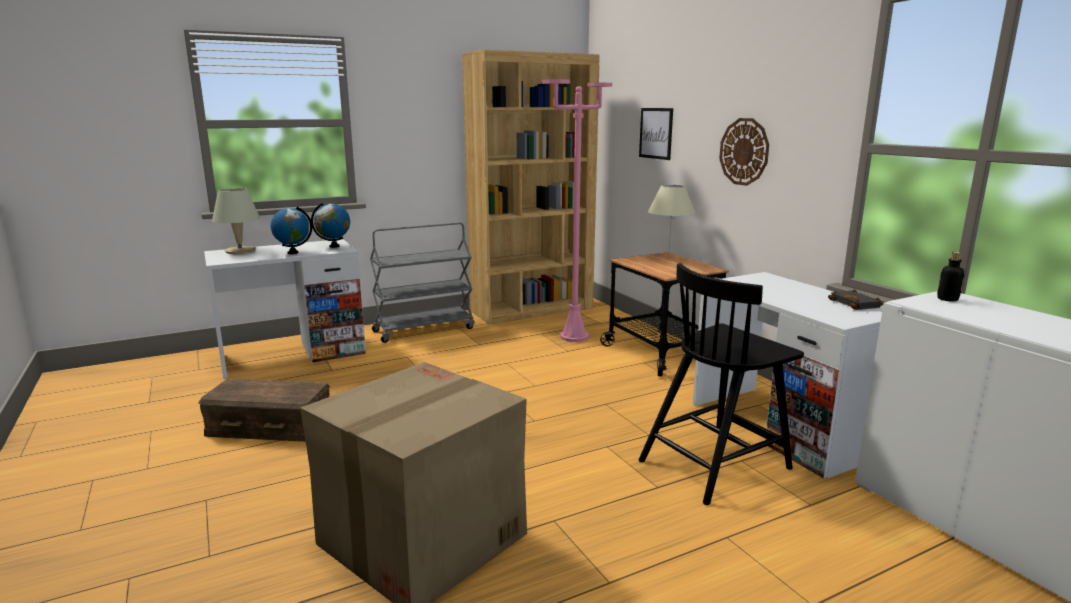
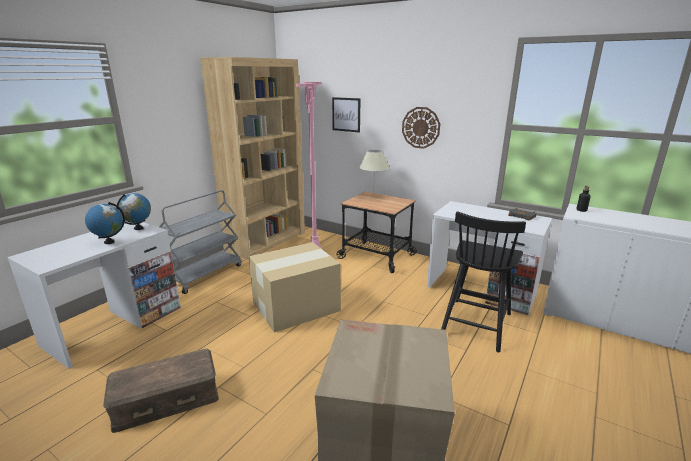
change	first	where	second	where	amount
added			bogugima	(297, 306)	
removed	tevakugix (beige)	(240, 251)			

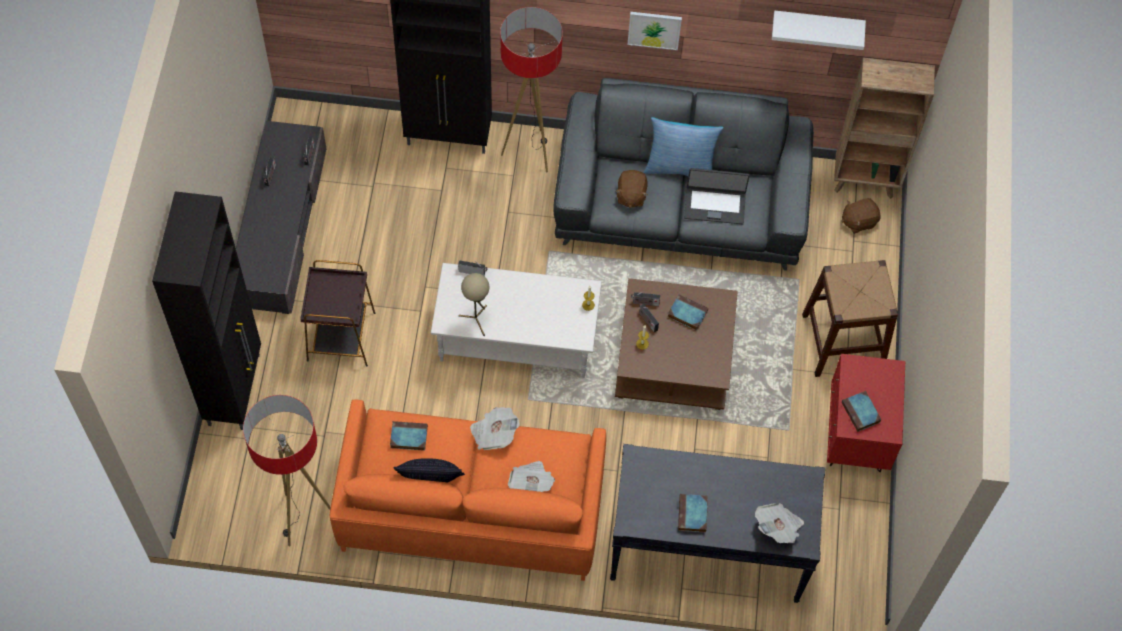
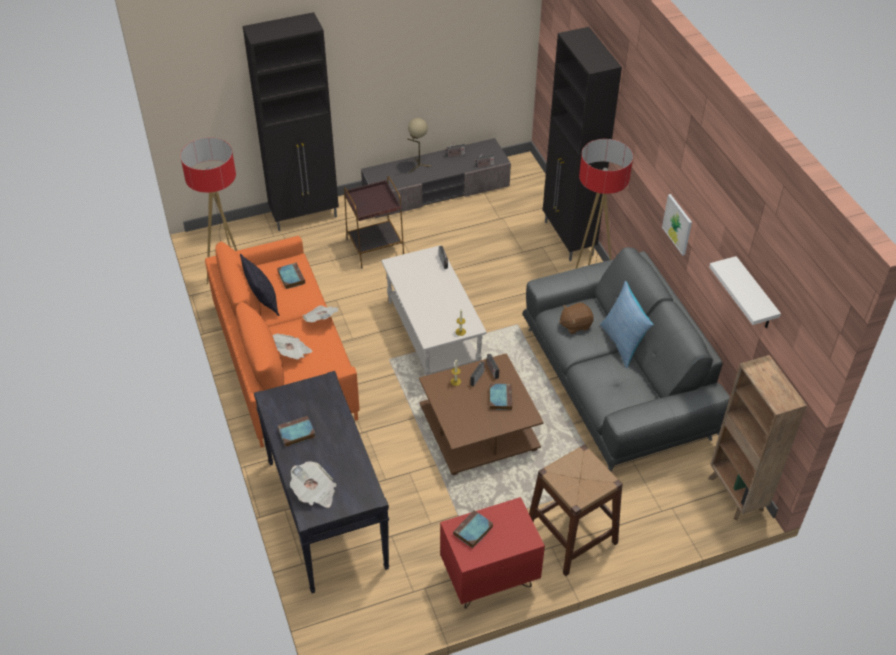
change	first	where	second	where	amount
moved	tevakugix (beige)	(477, 320)		(418, 166)	
removed	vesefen	(715, 205)			
removed	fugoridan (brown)	(858, 221)			

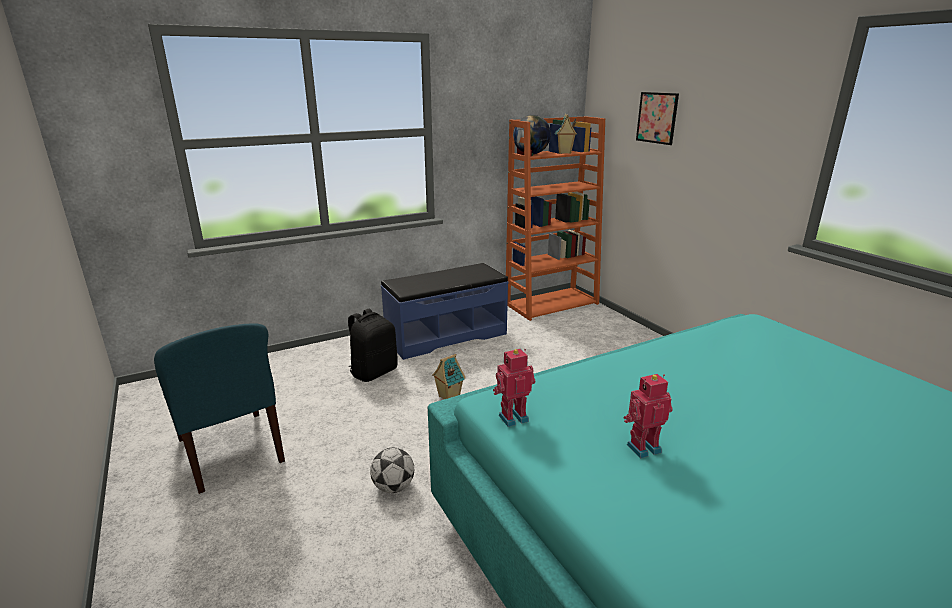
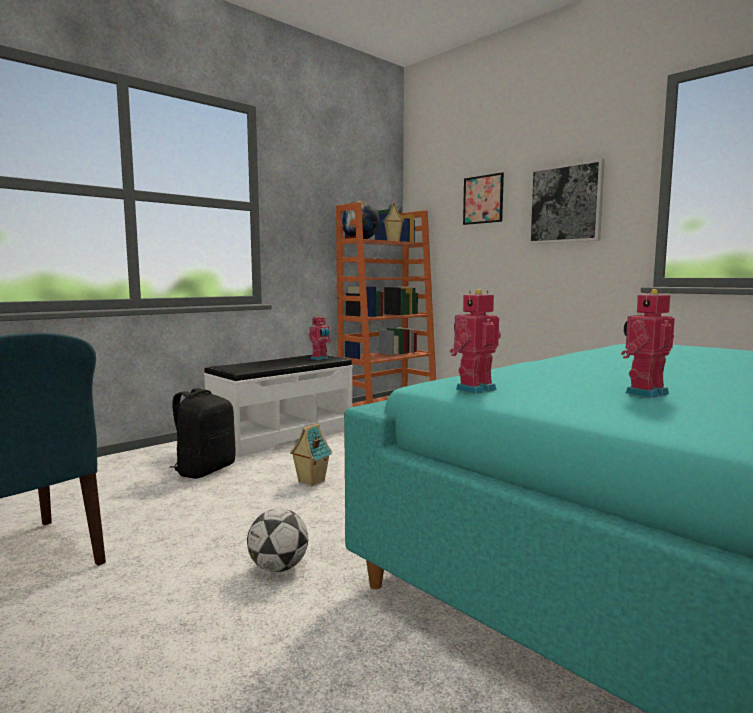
change	first	where	second	where	amount
recoloured	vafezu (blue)	(445, 336)	vafezu (white)	(282, 435)	
added			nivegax	(320, 359)	
added			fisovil	(565, 204)	

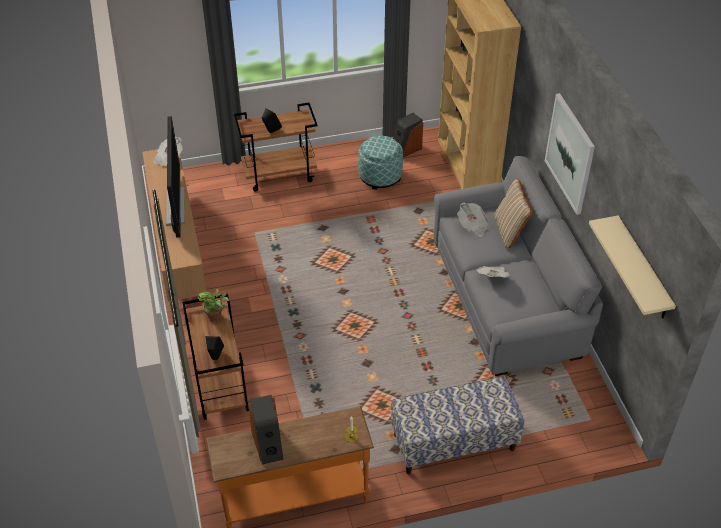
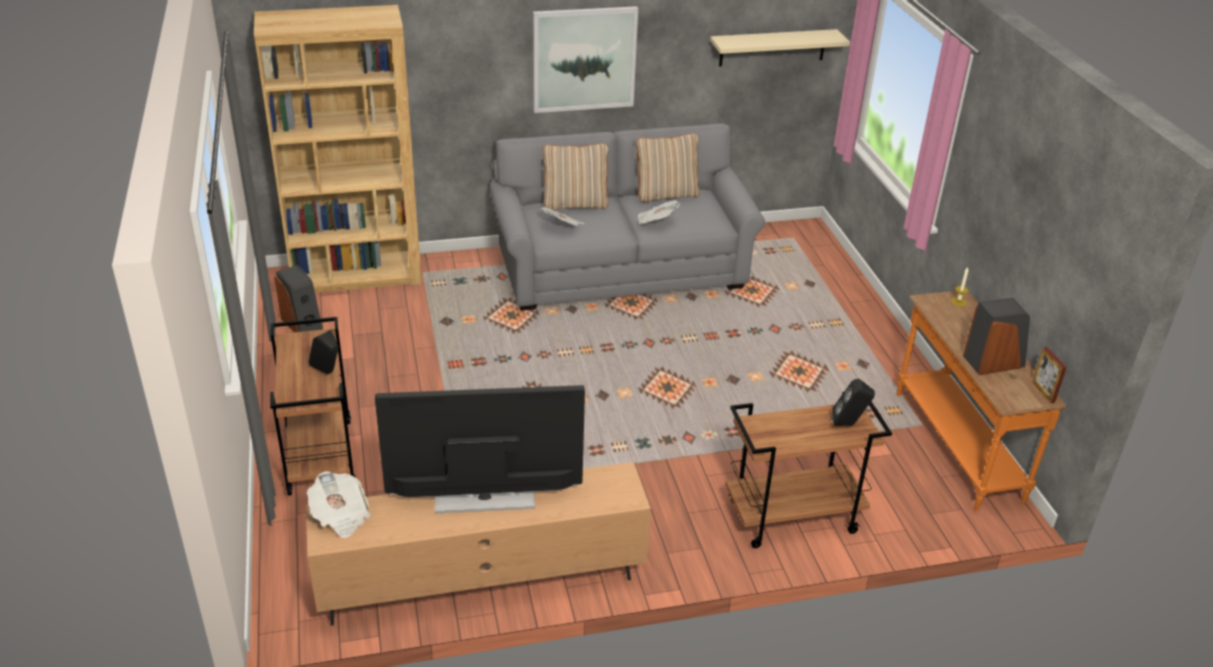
change	first	where	second	where	amount
added			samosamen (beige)	(666, 194)	
added			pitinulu	(1043, 392)	
removed	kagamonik	(216, 315)			
removed	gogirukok	(380, 176)			
removed	vafezu	(453, 442)			

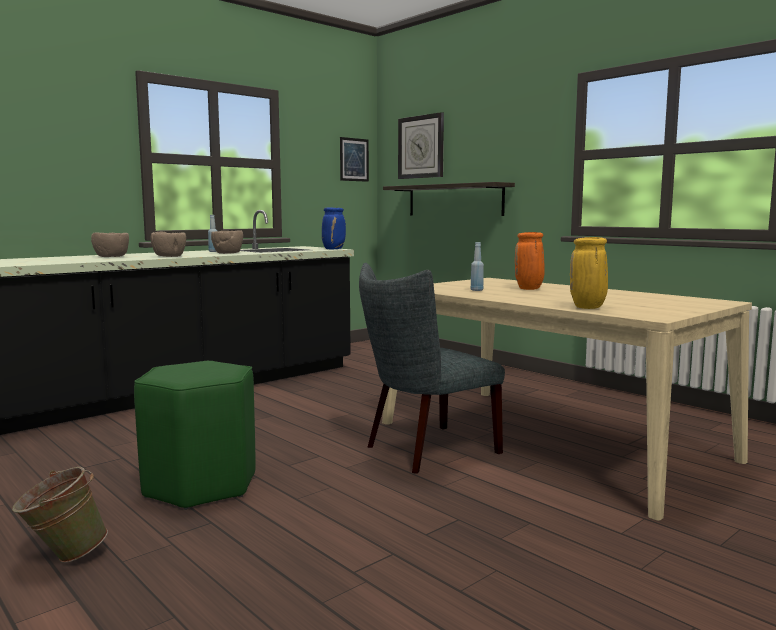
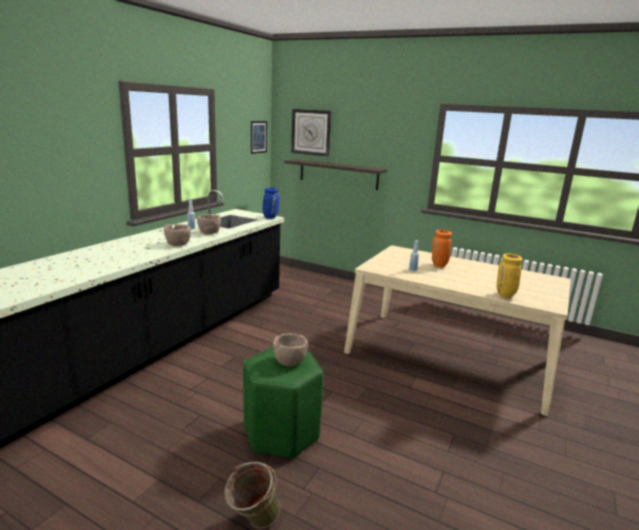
change	first	where	second	where	amount
moved	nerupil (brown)	(112, 257)		(290, 361)	
removed	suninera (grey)	(425, 450)			

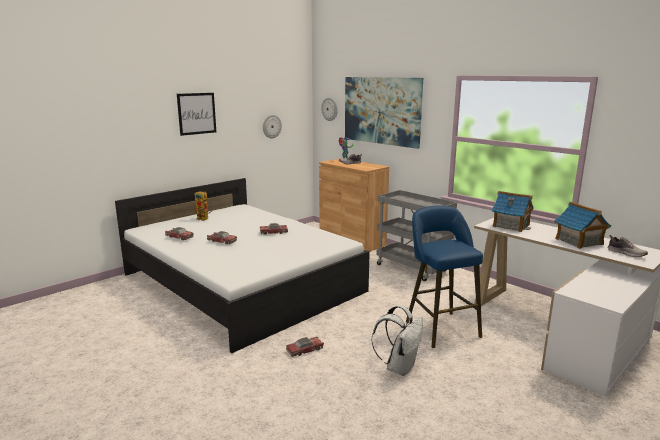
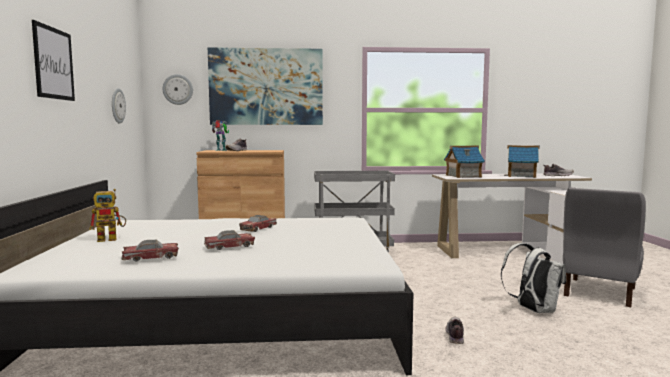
change	first	where	second	where	amount
replaced	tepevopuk	(305, 350)	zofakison	(454, 335)	
added			suninera (grey)	(599, 292)	
removed	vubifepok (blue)	(440, 327)			

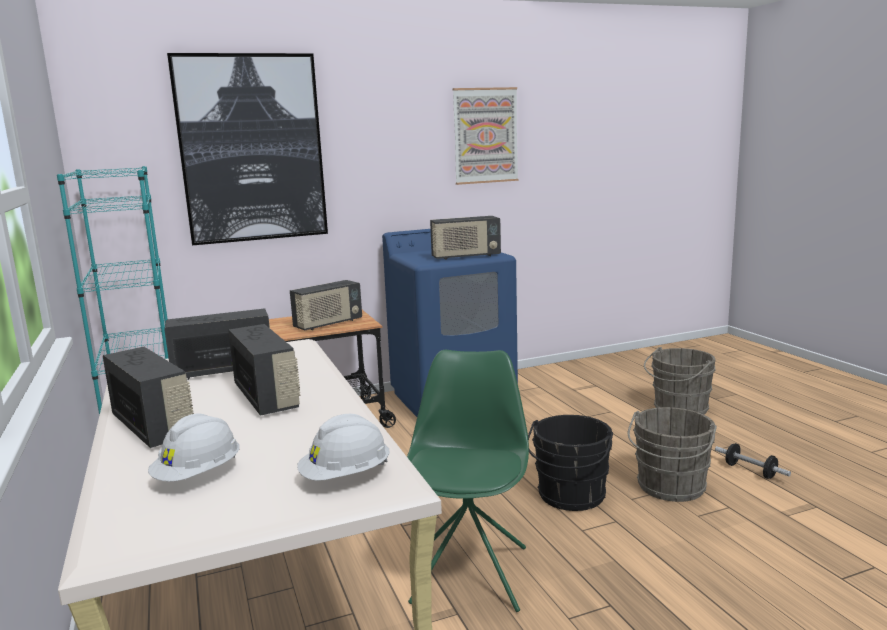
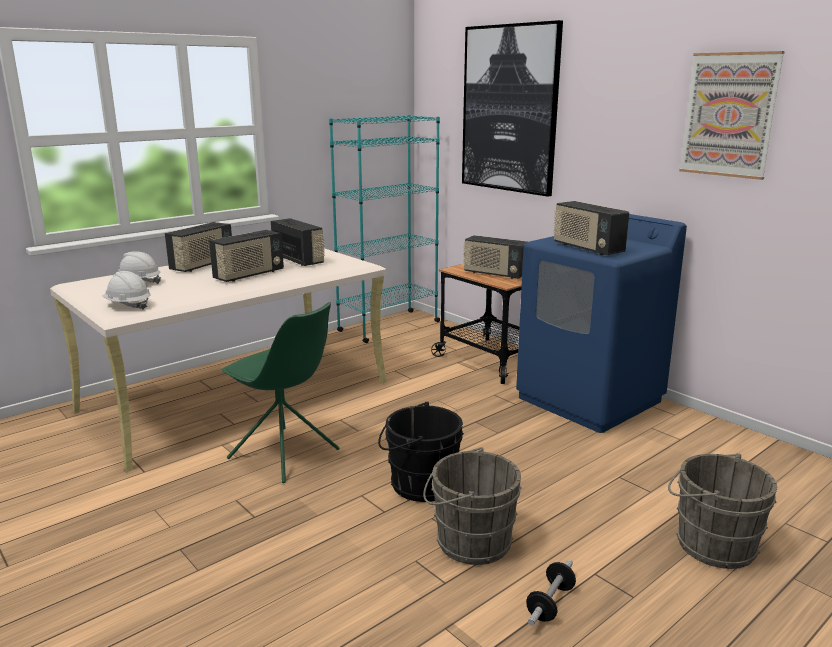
change	first	where	second	where	amount
turned	suninera (green)	(471, 573)		(285, 455)	45 degrees clockwise

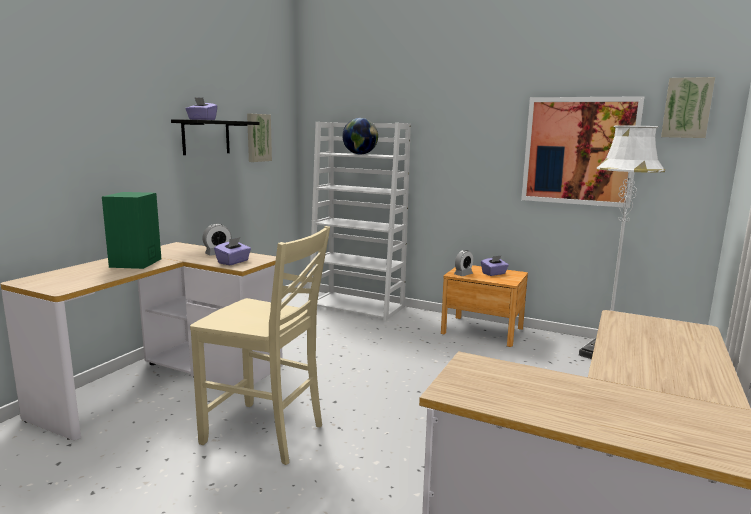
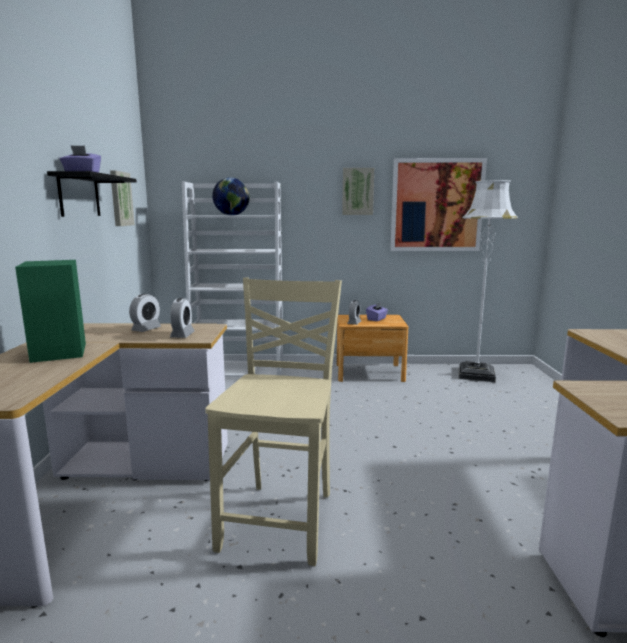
change	first	where	second	where	amount
replaced	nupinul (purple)	(233, 262)	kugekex	(182, 335)	
turned	suninera (beige)	(265, 434)		(281, 519)	75 degrees counterclockwise
moved	fisovil	(687, 108)		(357, 191)	

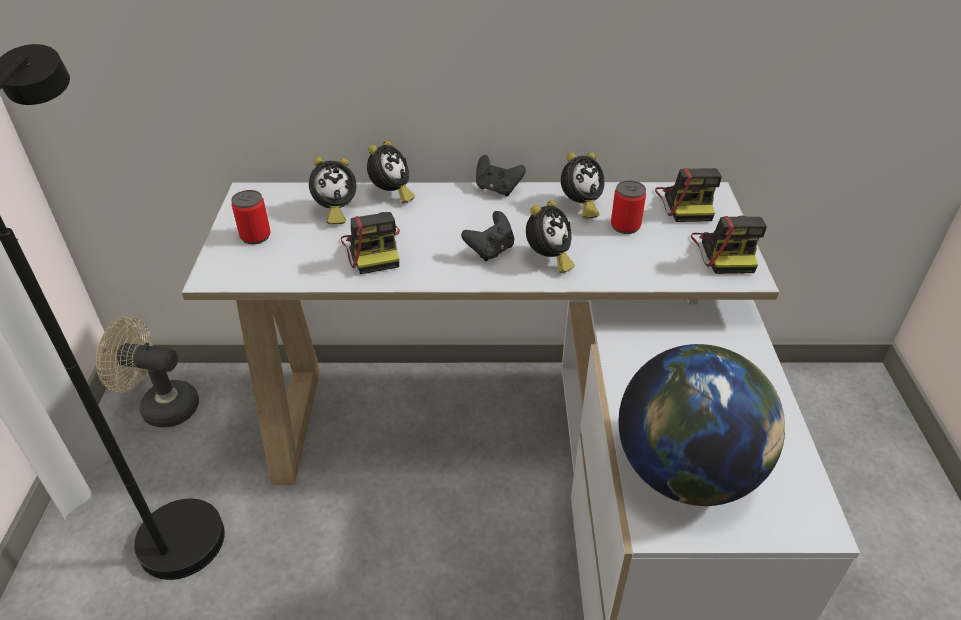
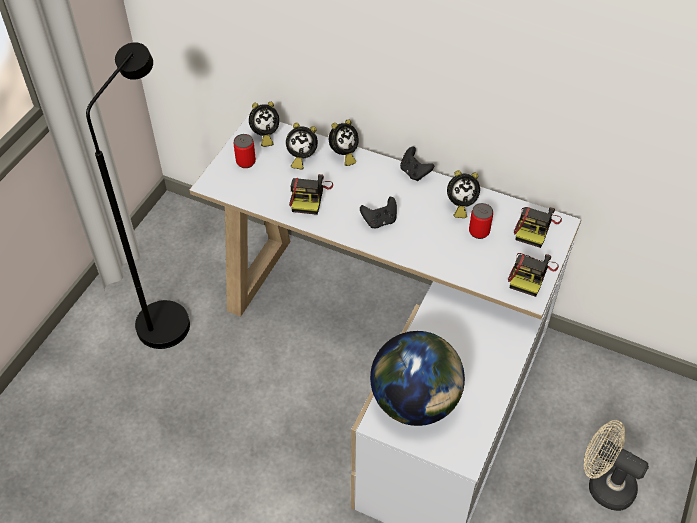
change	first	where	second	where	amount
moved	kugekex	(548, 259)		(264, 136)	
moved	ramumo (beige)	(161, 407)		(603, 484)	

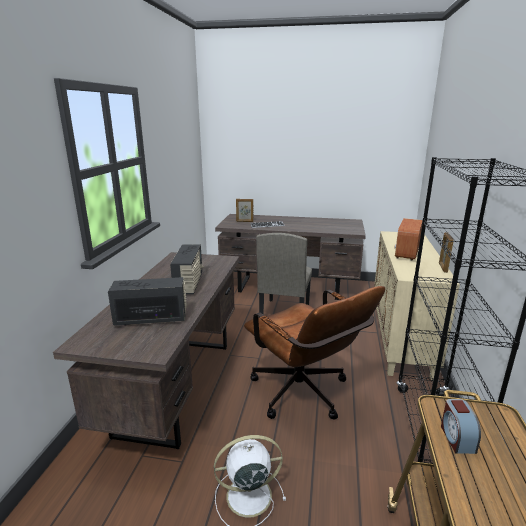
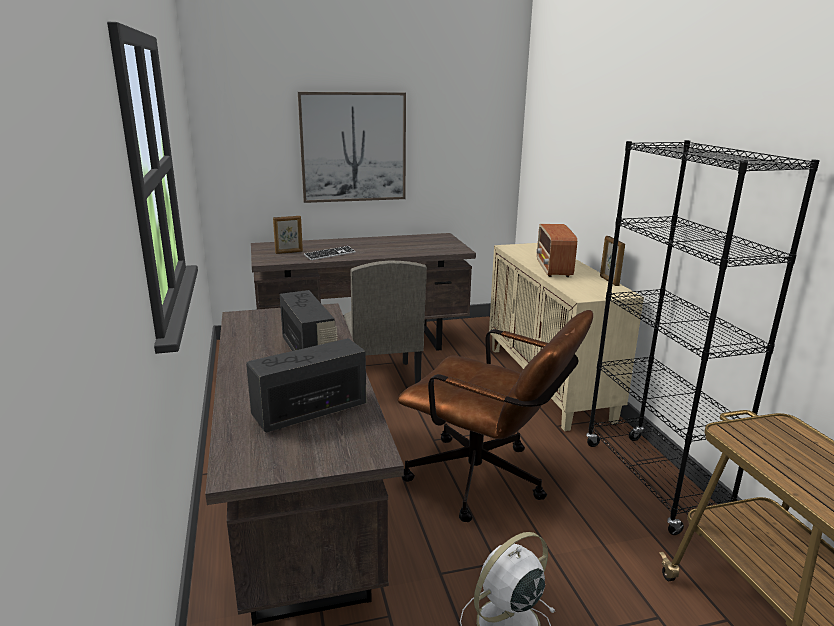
change	first	where	second	where	amount
added			fisovil	(353, 147)	
removed	kugekex	(457, 438)			

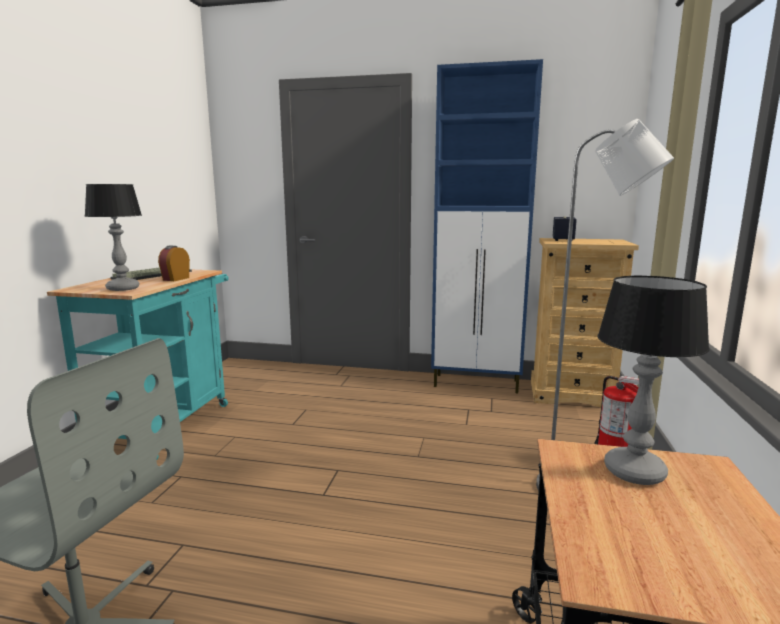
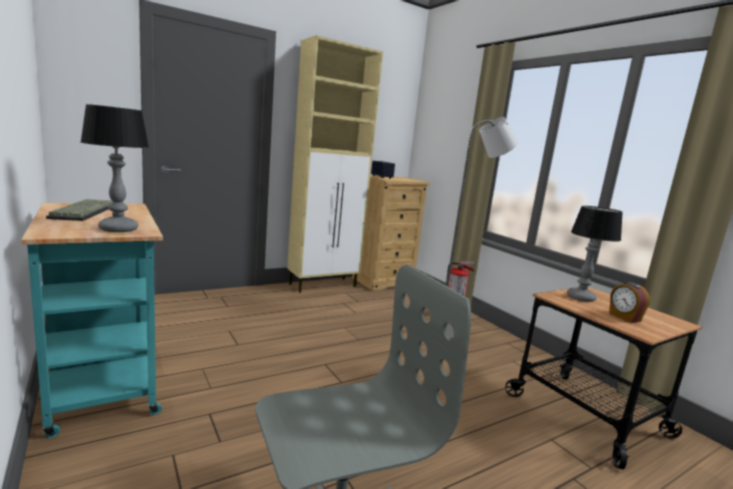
change	first	where	second	where	amount
recoloured	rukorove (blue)	(477, 384)	rukorove (beige)	(323, 285)	
moved	kugekex	(175, 279)		(624, 317)	

